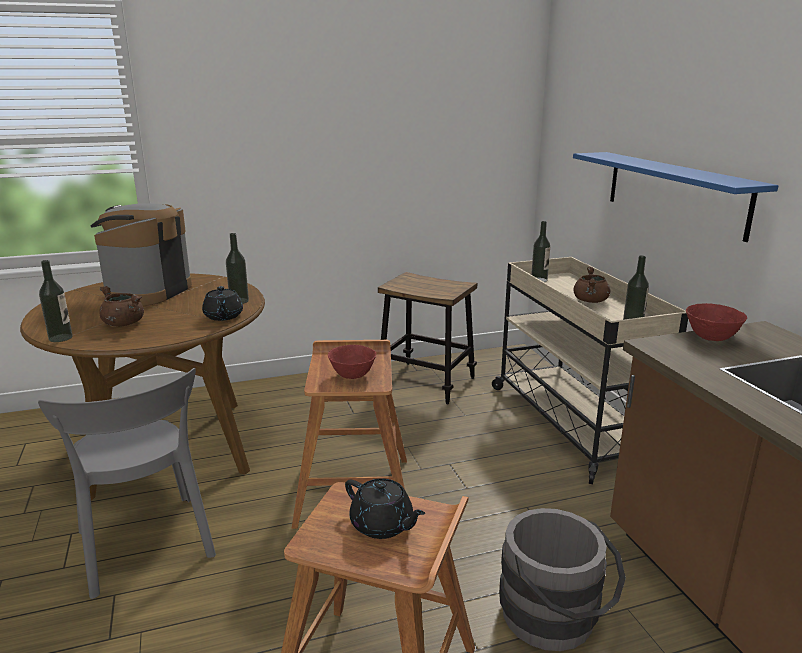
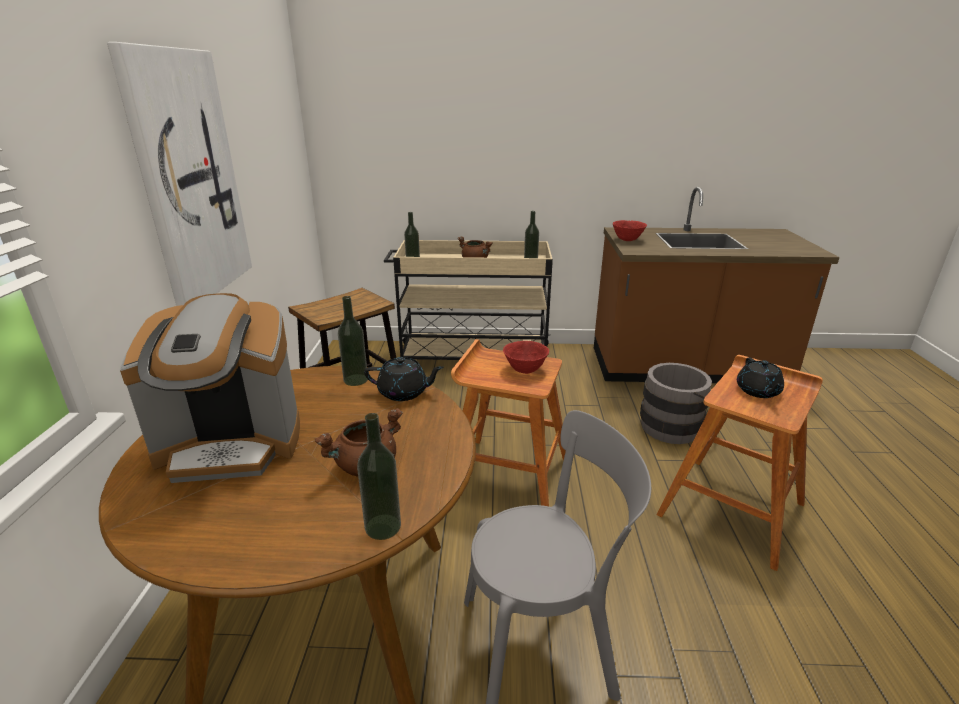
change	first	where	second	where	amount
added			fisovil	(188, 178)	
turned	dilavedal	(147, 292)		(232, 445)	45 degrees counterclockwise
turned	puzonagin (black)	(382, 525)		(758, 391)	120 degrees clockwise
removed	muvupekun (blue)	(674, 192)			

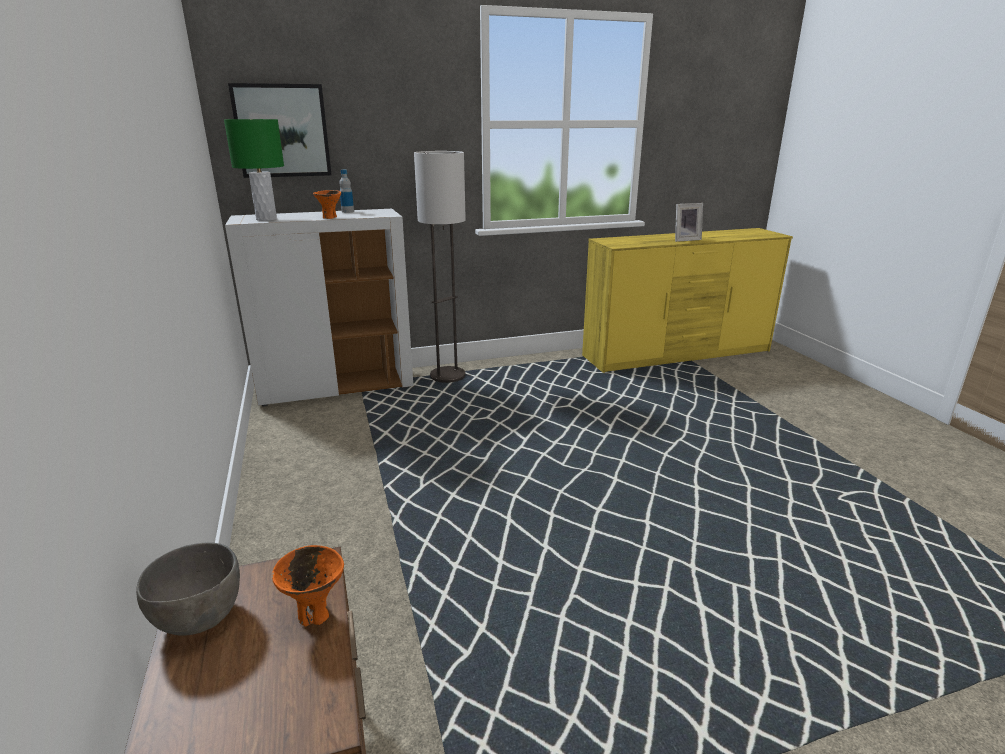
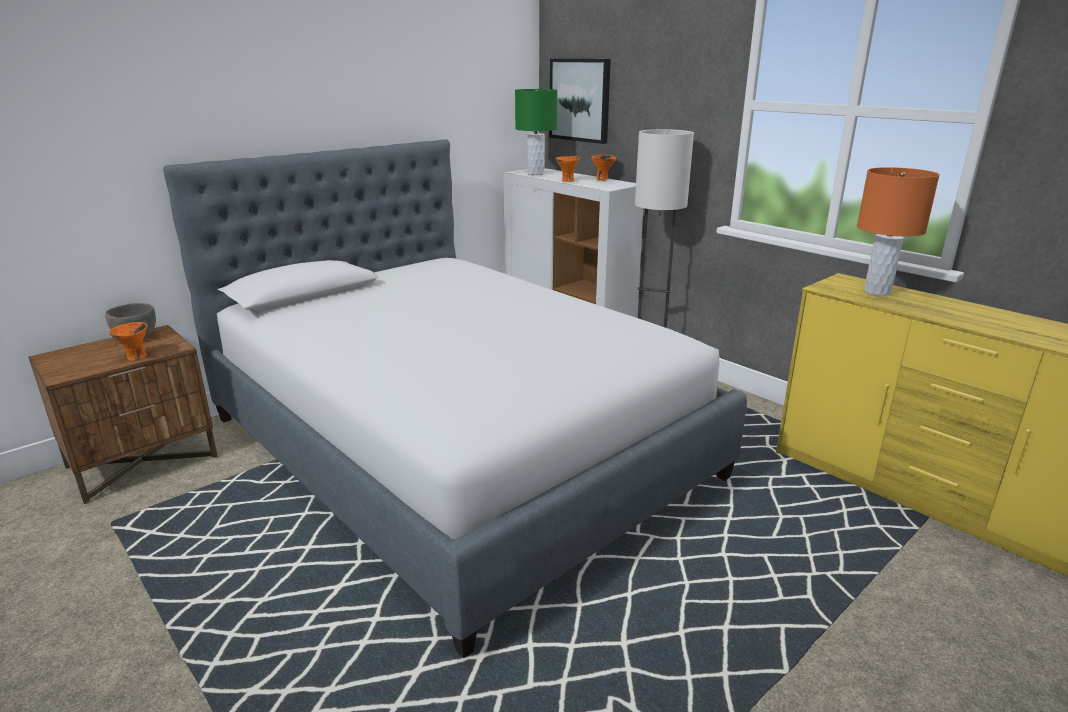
change	first	where	second	where	amount
added			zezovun	(456, 446)	
replaced	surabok	(347, 211)	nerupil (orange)	(602, 179)	
added			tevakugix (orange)	(877, 291)	
removed	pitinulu	(685, 239)			

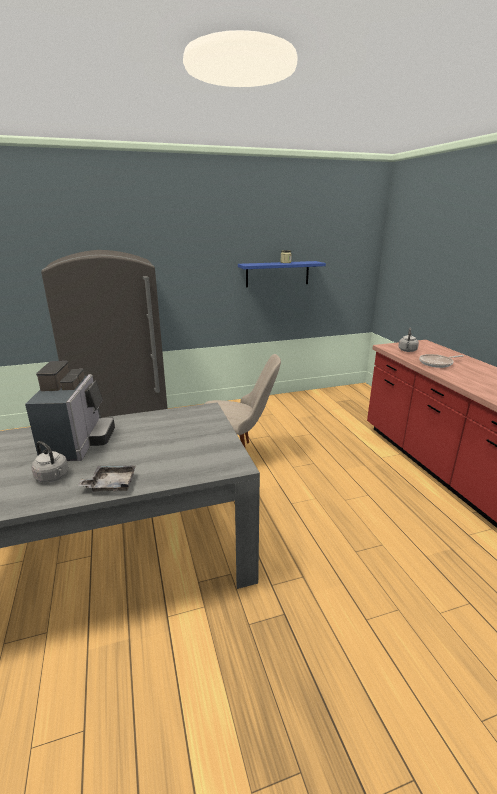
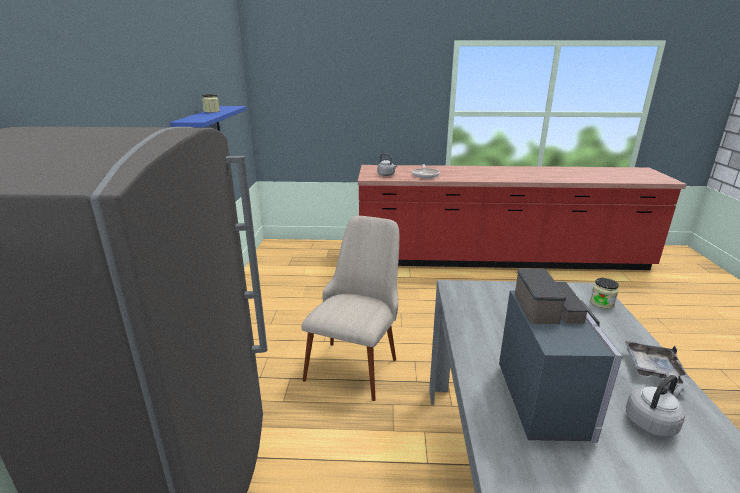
change	first	where	second	where	amount
turned	dilavedal	(78, 443)		(548, 398)	75 degrees clockwise
added			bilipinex	(601, 303)	

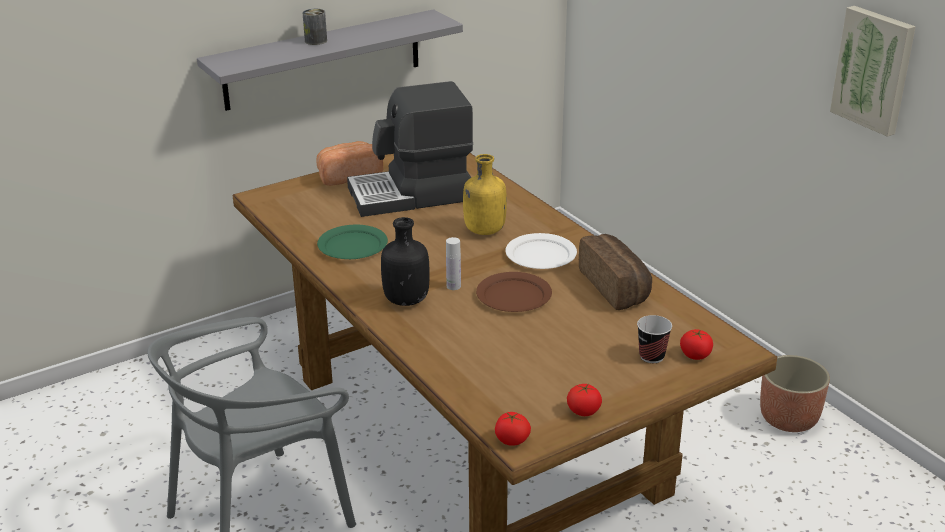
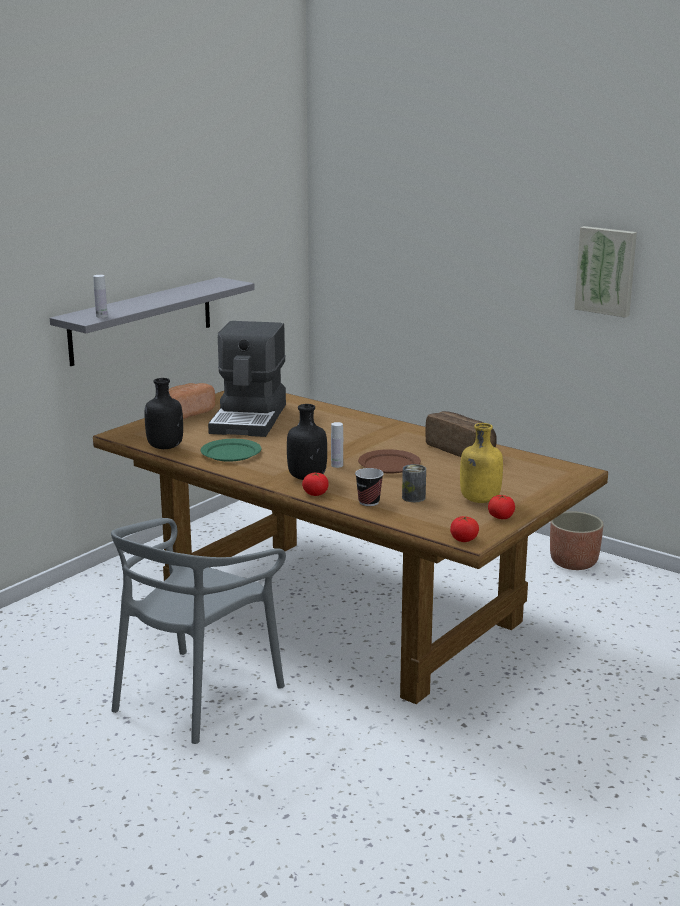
change	first	where	second	where	amount
added			surabok (white)	(101, 316)	
added			surabok (black)	(164, 447)	
turned	dilavedal	(411, 195)		(250, 418)	45 degrees counterclockwise
moved	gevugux	(695, 355)		(315, 494)	
moved	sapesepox	(651, 356)		(369, 502)	
moved	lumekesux	(316, 41)		(413, 497)	
moved	surabok (yellow)	(483, 231)		(479, 500)	
removed	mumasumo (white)	(540, 254)			

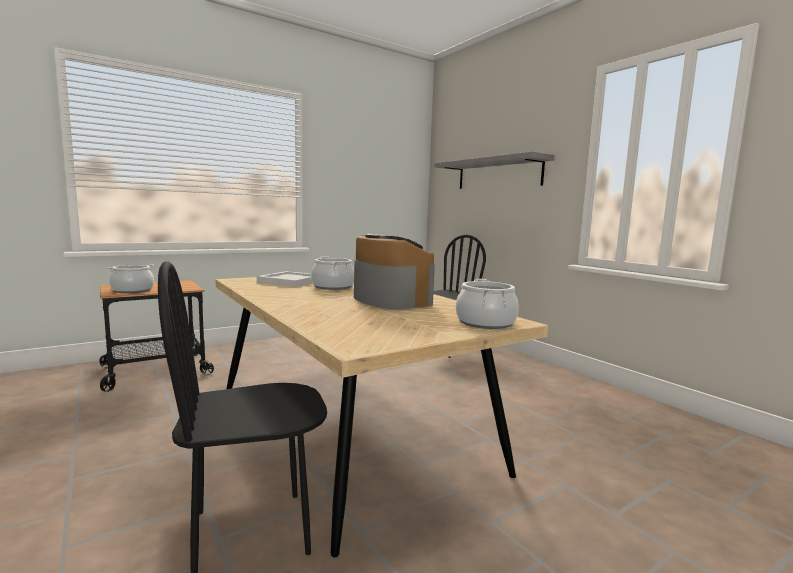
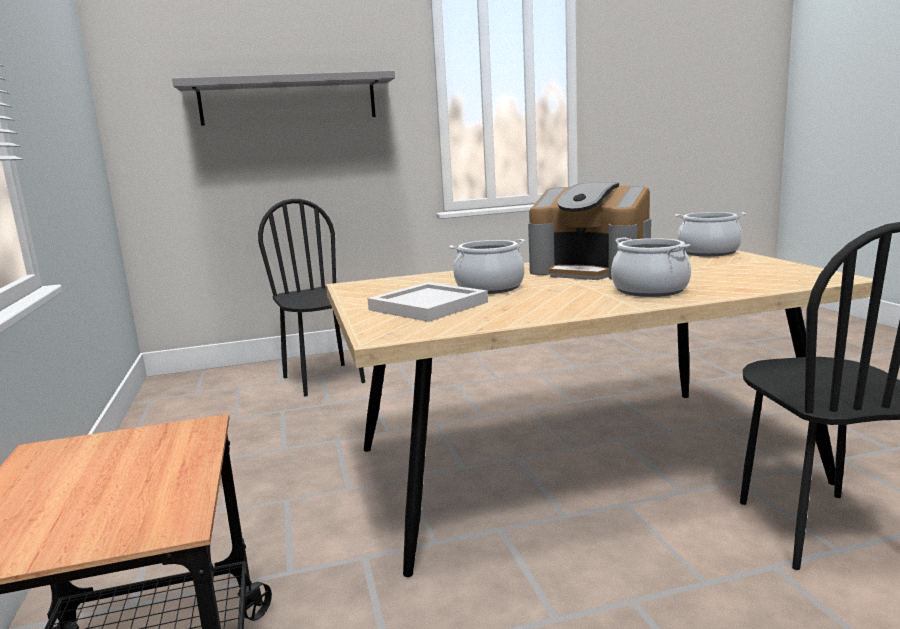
change	first	where	second	where	amount
turned	dilavedal	(389, 299)		(591, 270)	135 degrees counterclockwise
moved	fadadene	(132, 290)		(650, 290)	

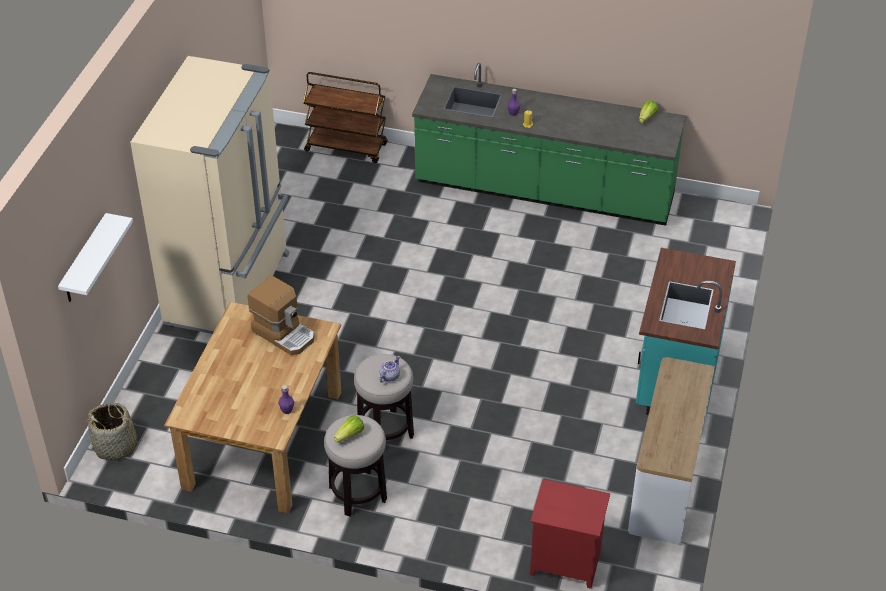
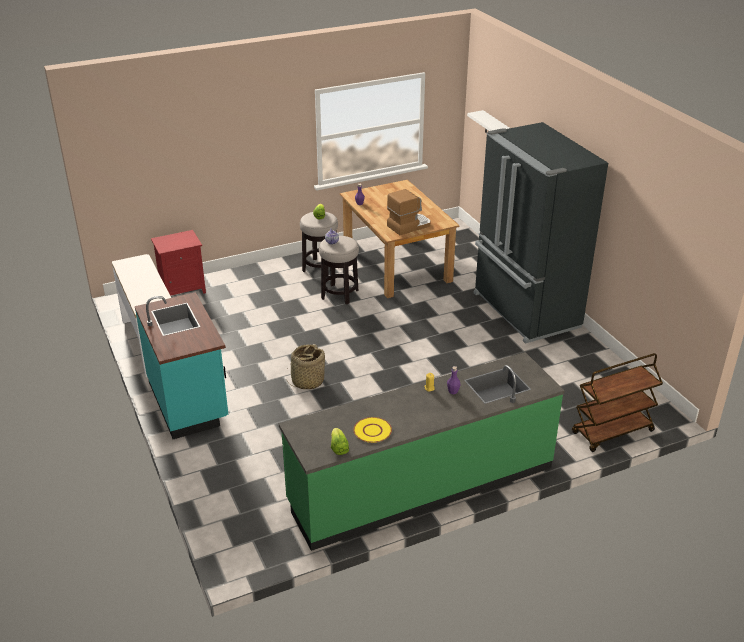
change	first	where	second	where	amount
moved	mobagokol	(116, 446)		(307, 381)	
added			mumasumo (yellow)	(372, 431)	
turned	dilavedal	(284, 333)		(408, 226)	150 degrees clockwise
recoloured	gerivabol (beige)	(230, 288)	gerivabol (black)	(524, 311)	

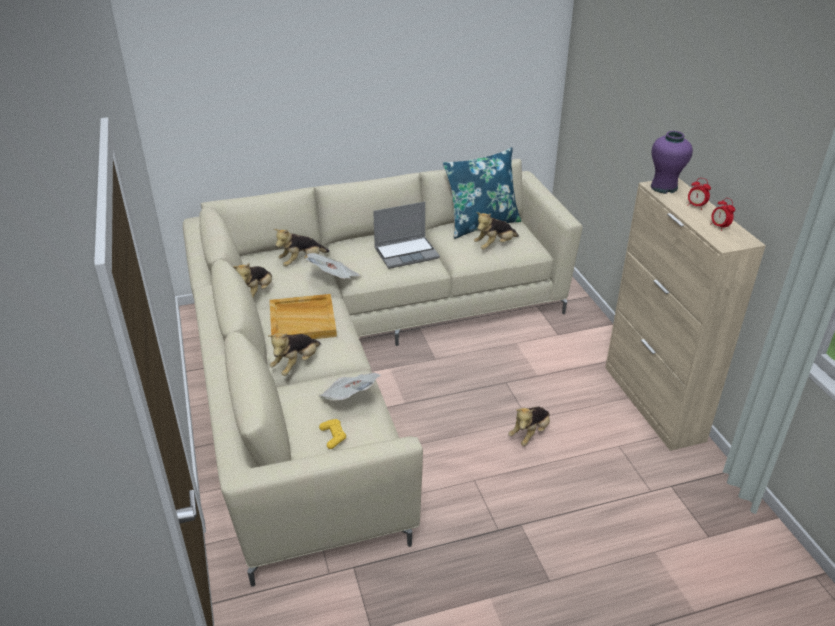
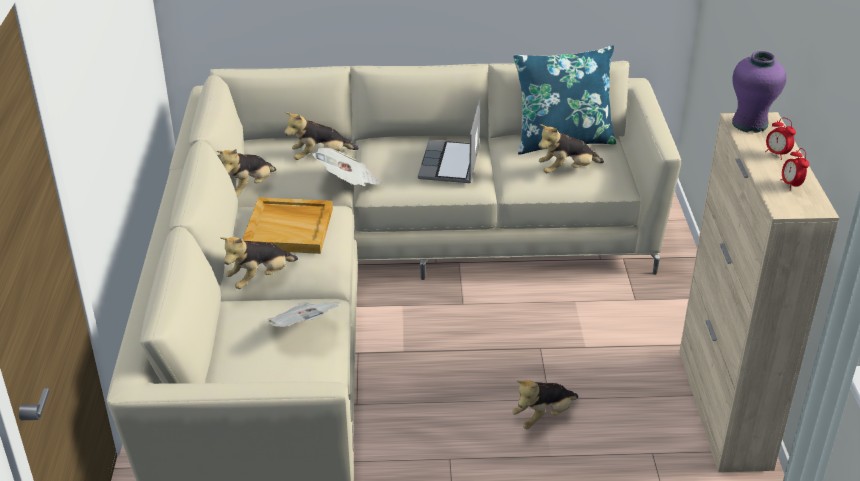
change	first	where	second	where	amount
turned	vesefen	(407, 253)		(450, 164)	105 degrees clockwise
removed	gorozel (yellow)	(333, 436)			

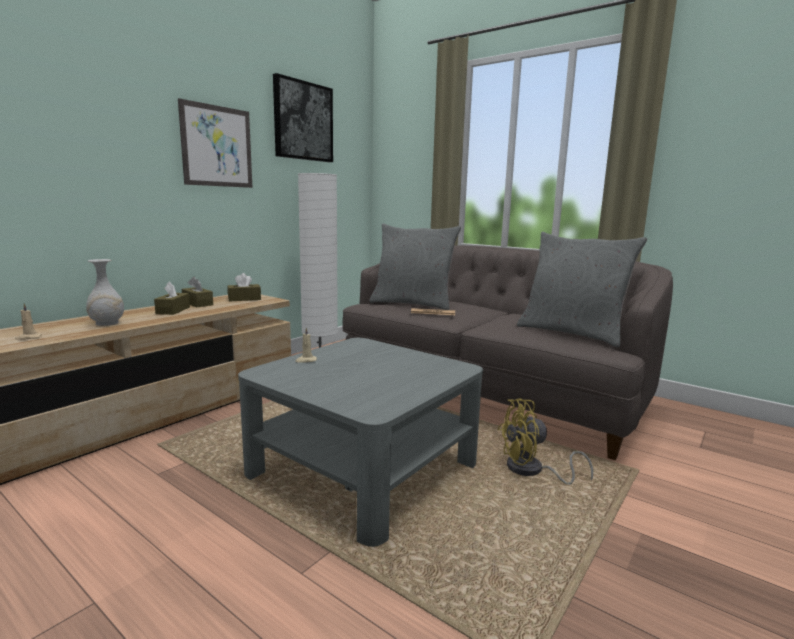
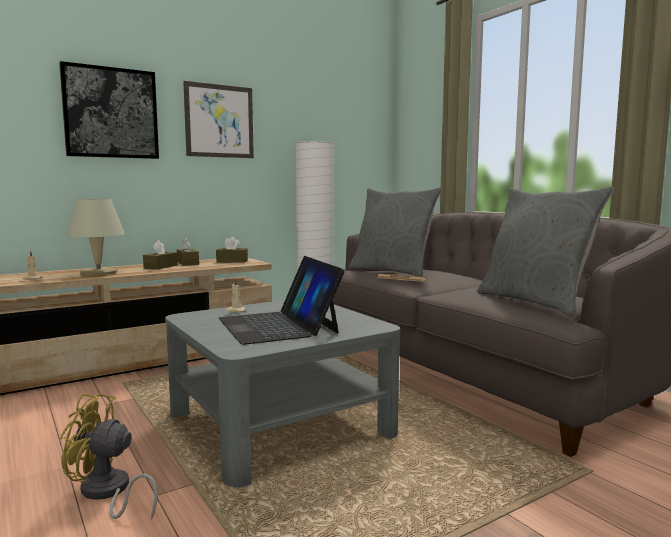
change	first	where	second	where	amount
moved	fisovil	(303, 121)		(111, 113)	
moved	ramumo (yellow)	(532, 471)		(107, 493)	
replaced	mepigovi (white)	(107, 323)	tevakugix (beige)	(98, 273)	
added			vesefen	(278, 325)	

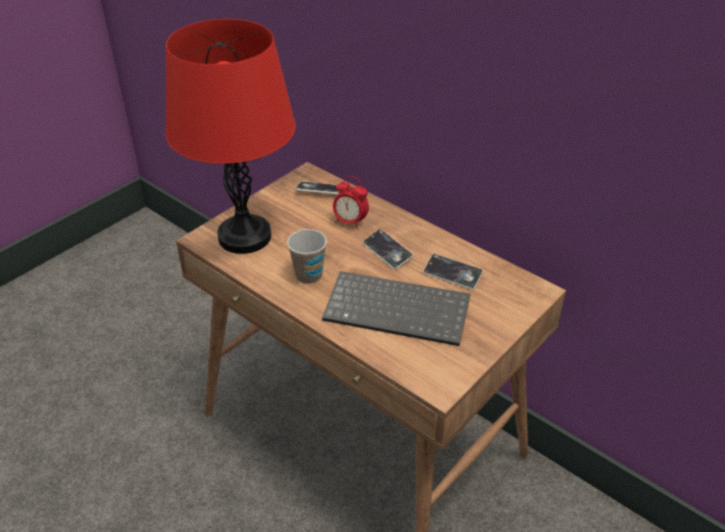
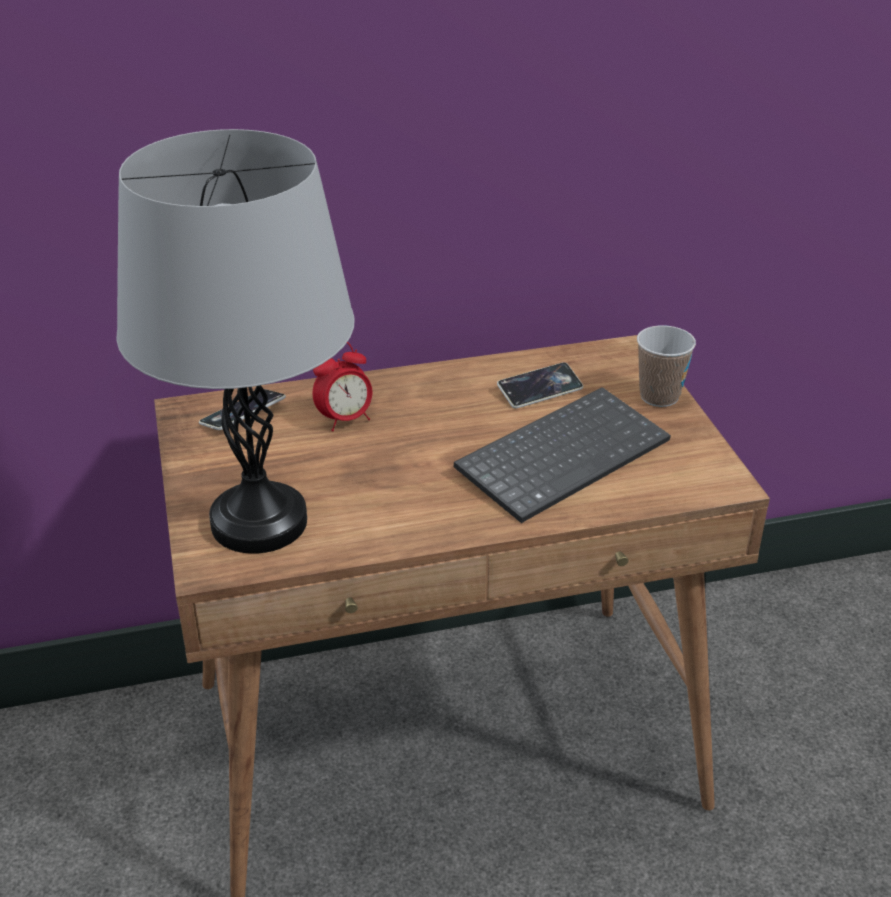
change	first	where	second	where	amount
recoloured	tevakugix (red)	(245, 237)	tevakugix (grey)	(259, 522)	
moved	sapesepox	(308, 275)		(659, 396)	
removed	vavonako	(387, 252)			

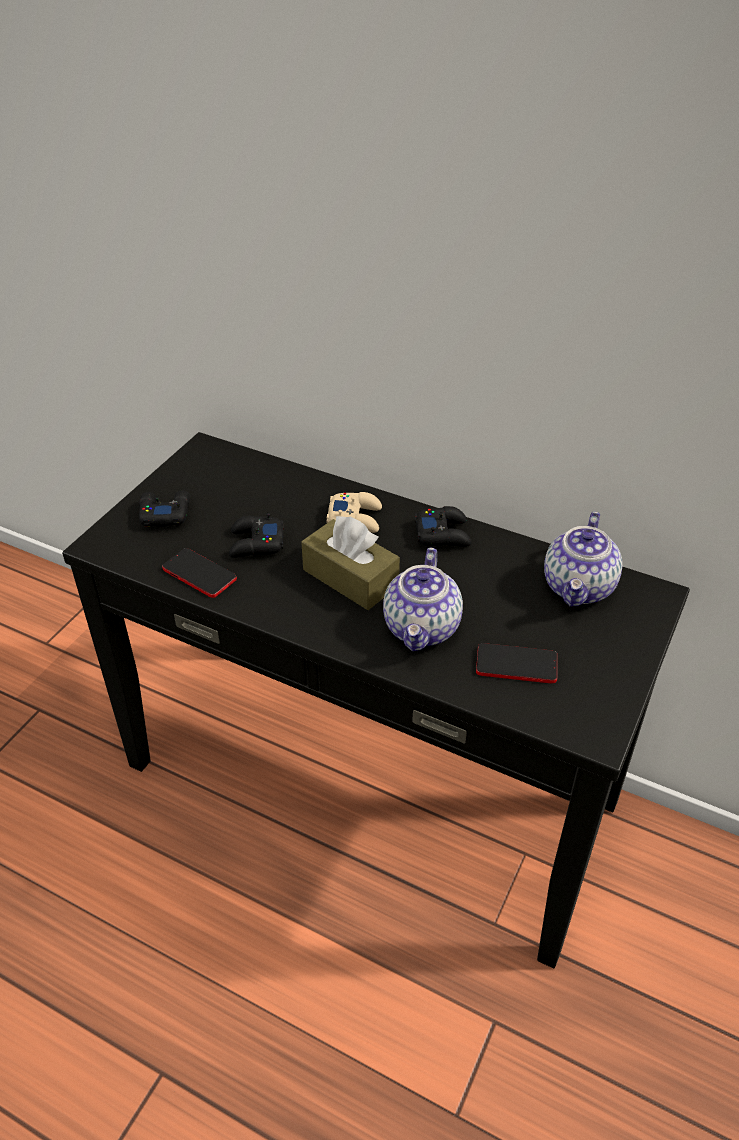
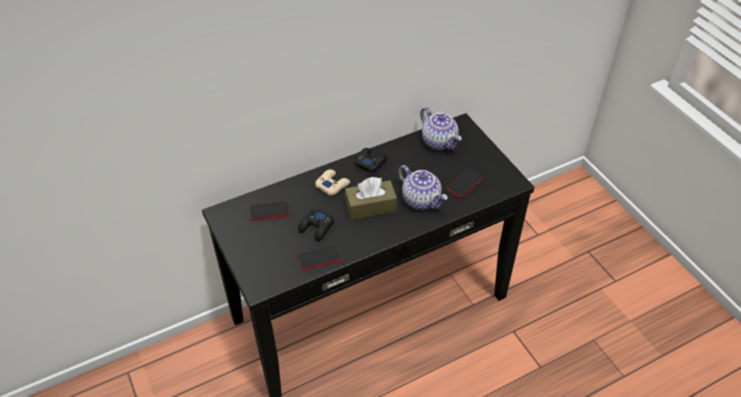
change	first	where	second	where	amount
added			vavonako	(270, 211)	
removed	gorozel (black)	(164, 513)			

